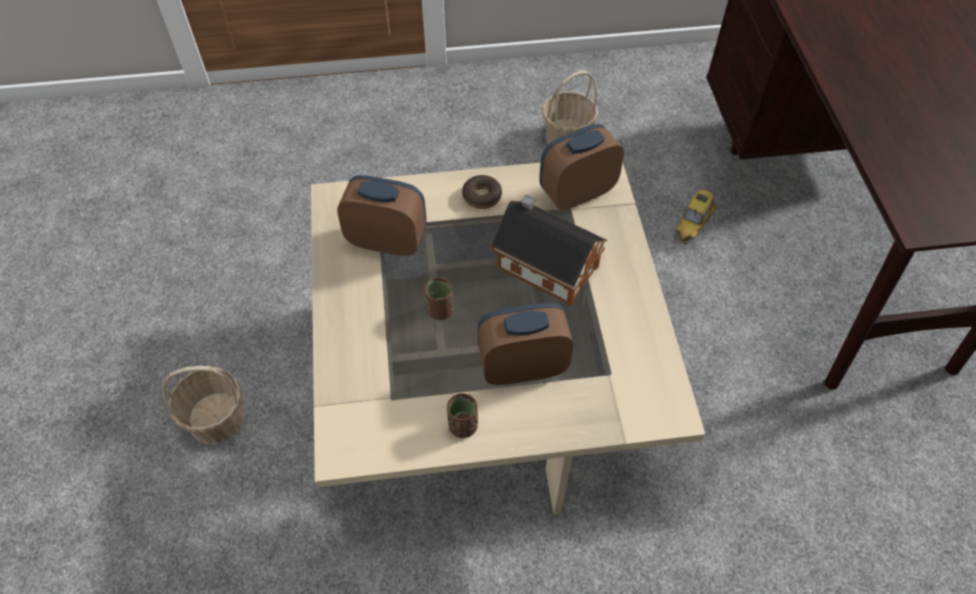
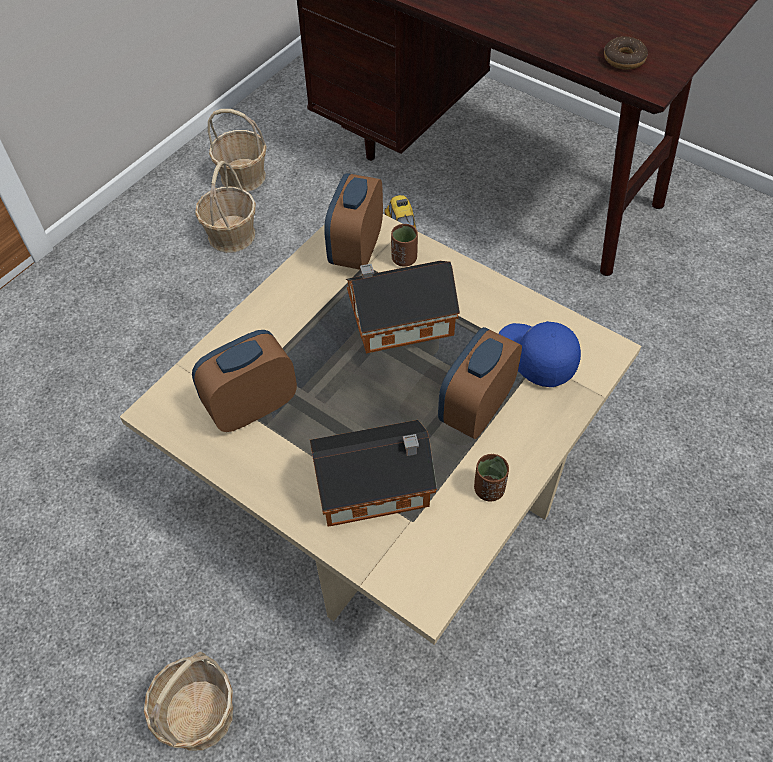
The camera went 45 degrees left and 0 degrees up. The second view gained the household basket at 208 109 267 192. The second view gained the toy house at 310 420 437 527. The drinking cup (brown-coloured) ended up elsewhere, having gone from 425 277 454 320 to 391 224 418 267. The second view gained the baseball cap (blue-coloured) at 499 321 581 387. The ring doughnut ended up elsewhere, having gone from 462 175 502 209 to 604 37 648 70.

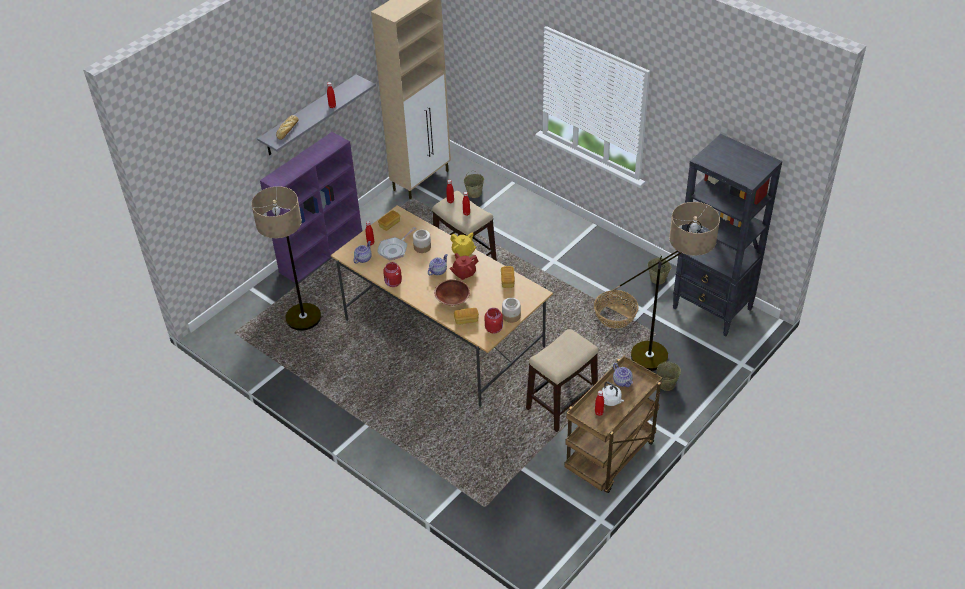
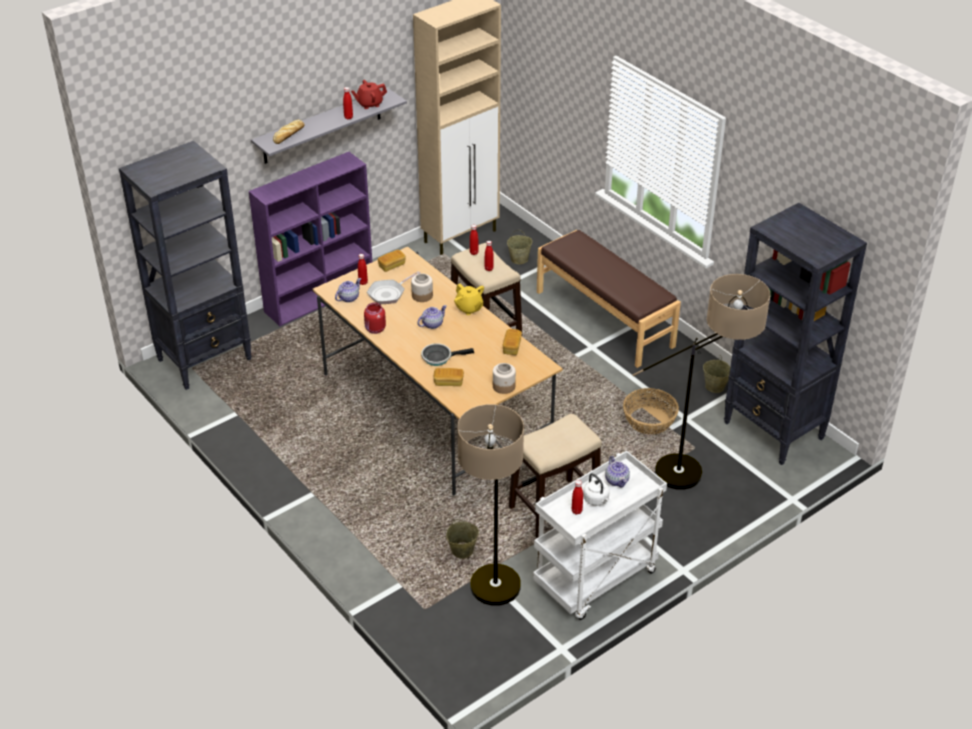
The camera went 10 degrees right and 5 degrees down. The second view gained the shelving unit (blackish) at 119 141 252 390. The pot for tea (reddish) ended up elsewhere, having gone from 449 253 478 280 to 351 80 387 109. Where the serving bowl (brown-coloured) stood at 434 279 470 306, the pan came to stand at 421 343 474 366. The pail (sand-coloured) ended up elsewhere, having gone from 657 361 681 391 to 446 519 479 558. The standard lamp ended up elsewhere, having gone from 251 186 321 331 to 457 404 524 606. What was the cart (brown-coloured) at 564 356 663 493 turned into the cart (white-coloured) at 533 451 667 620. The second view gained the long seat (brown-coloured) at 537 230 681 368. The second view lost the preserve jar (reddish) at 484 308 503 334.

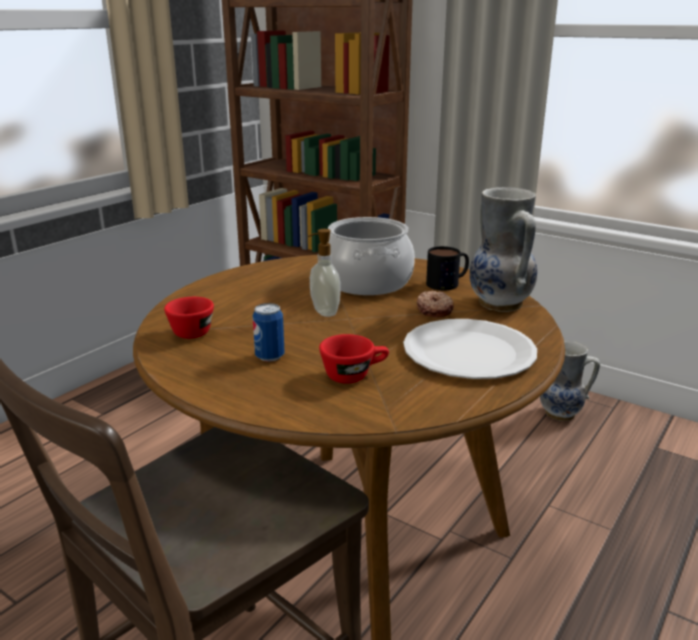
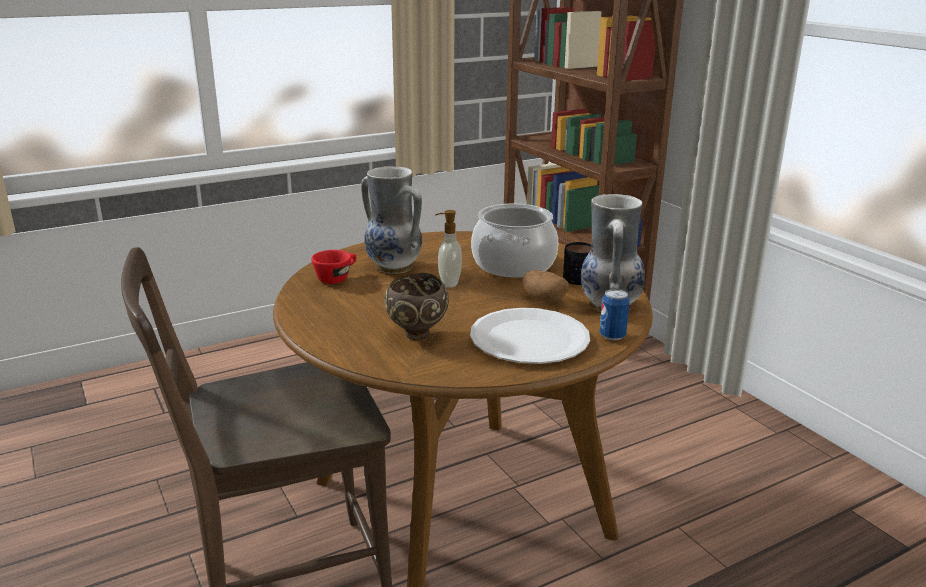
The camera went 25 degrees right and 0 degrees up. The decorative vase ended up elsewhere, having gone from 540 341 600 421 to 361 166 422 274. Where the drinking cup (reddish) stood at 319 334 389 384, the serving bowl (brown-coloured) came to stand at 385 273 449 340. Where the ring doughnut stood at 417 291 454 318, the spud came to stand at 523 270 569 302. The can ended up elsewhere, having gone from 253 303 285 362 to 600 289 630 341.

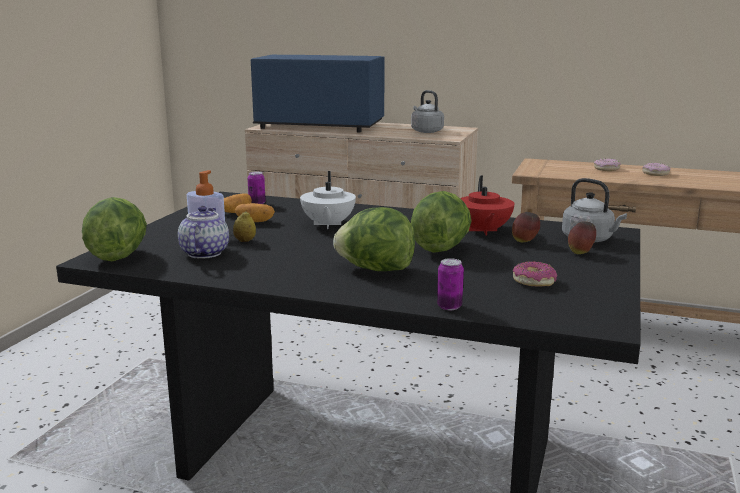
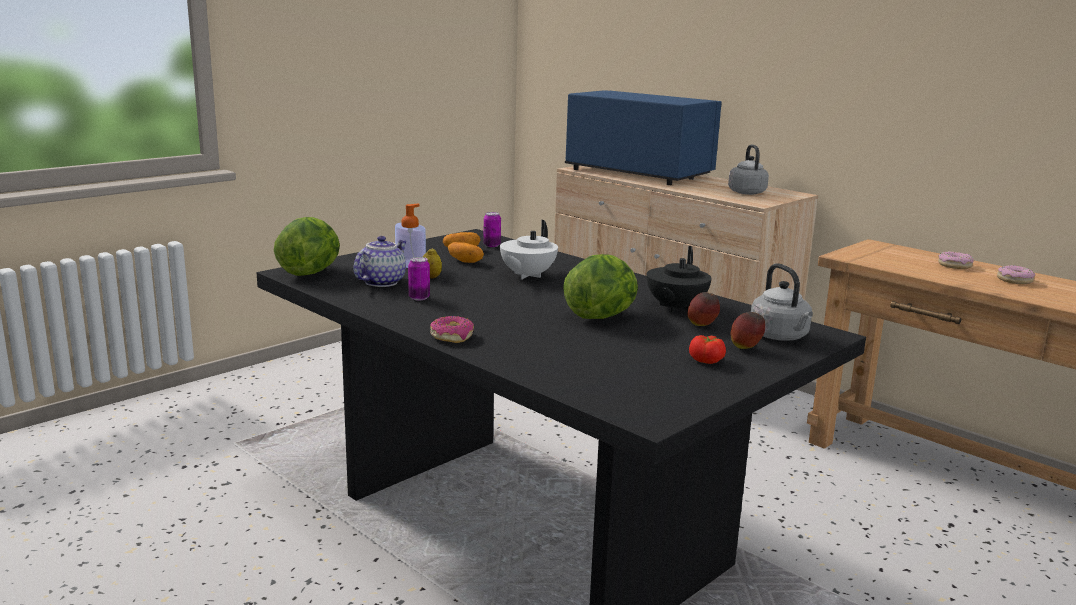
The camera went 25 degrees right and 0 degrees up. The can ended up elsewhere, having gone from 437 258 464 310 to 408 257 430 300. The ring doughnut ended up elsewhere, having gone from 513 261 557 287 to 430 316 474 343. What was the pot for tea (reddish) at 460 175 514 236 turned into the pot for tea (blackish) at 647 246 712 313. The second view gained the tomato at 689 335 726 364. The second view lost the lettuce at 333 207 415 271.

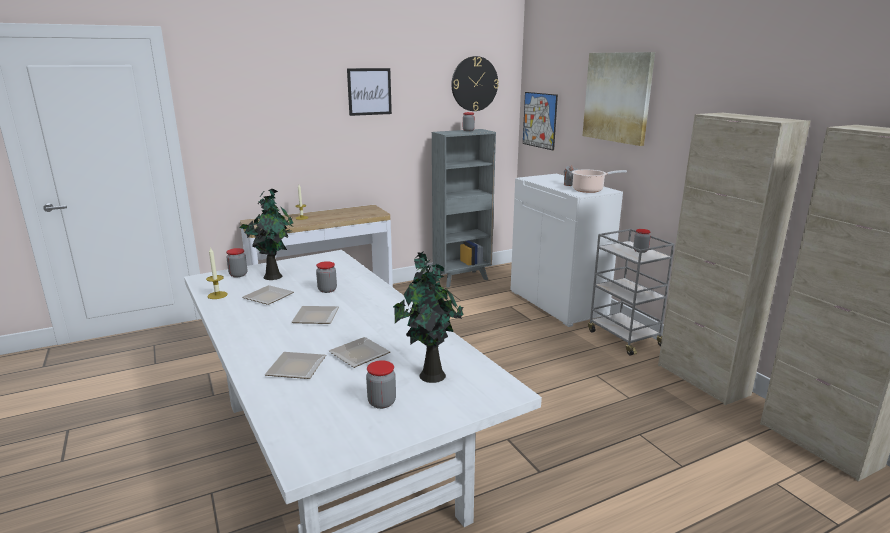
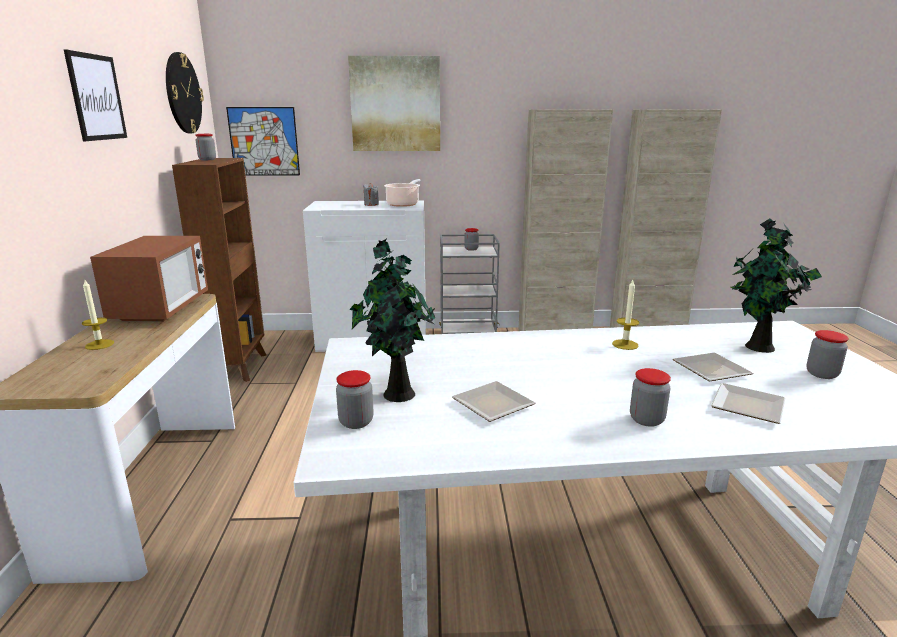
The camera went 65 degrees left and 0 degrees up. The second view gained the microwave oven at 90 236 208 322. What was the shelving unit (greyish) at 432 129 496 288 turned into the shelving unit (brown-coloured) at 172 158 266 382. The wax candle ended up elsewhere, having gone from 206 247 228 299 to 612 280 639 350. The preserve jar ended up elsewhere, having gone from 316 261 337 293 to 630 368 671 427. The second view lost the flat dish at 291 306 339 324.

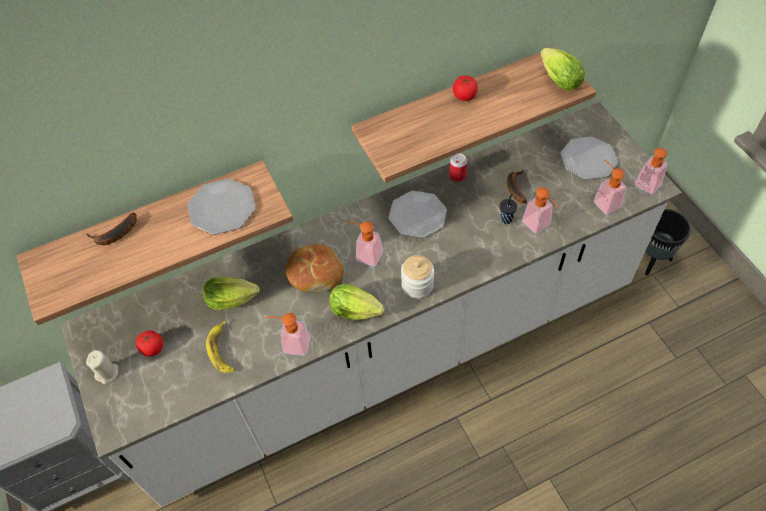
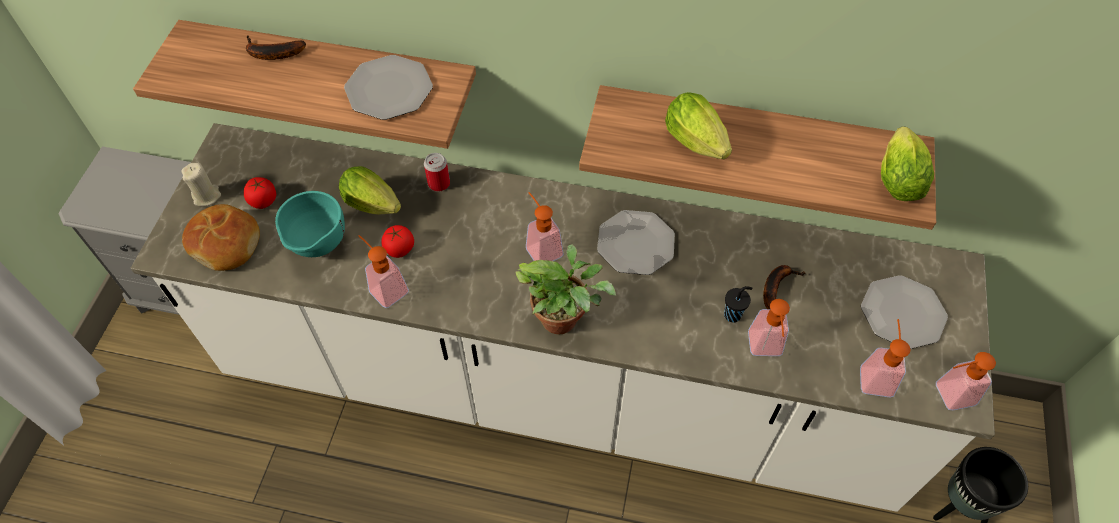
The camera went 35 degrees right and 0 degrees up. The bread ended up elsewhere, having gone from 286 244 344 292 to 182 204 260 271. Where the whole banana stood at 206 321 235 373, the serving bowl (blue-green) came to stand at 275 191 345 257. The tomato ended up elsewhere, having gone from 453 75 478 101 to 381 225 414 258. The can ended up elsewhere, having gone from 449 153 467 182 to 424 153 450 191. Where the preserve jar stood at 401 255 434 299, the potted plant came to stand at 515 244 616 334. The lettuce ended up elsewhere, having gone from 329 284 385 320 to 665 92 732 160.

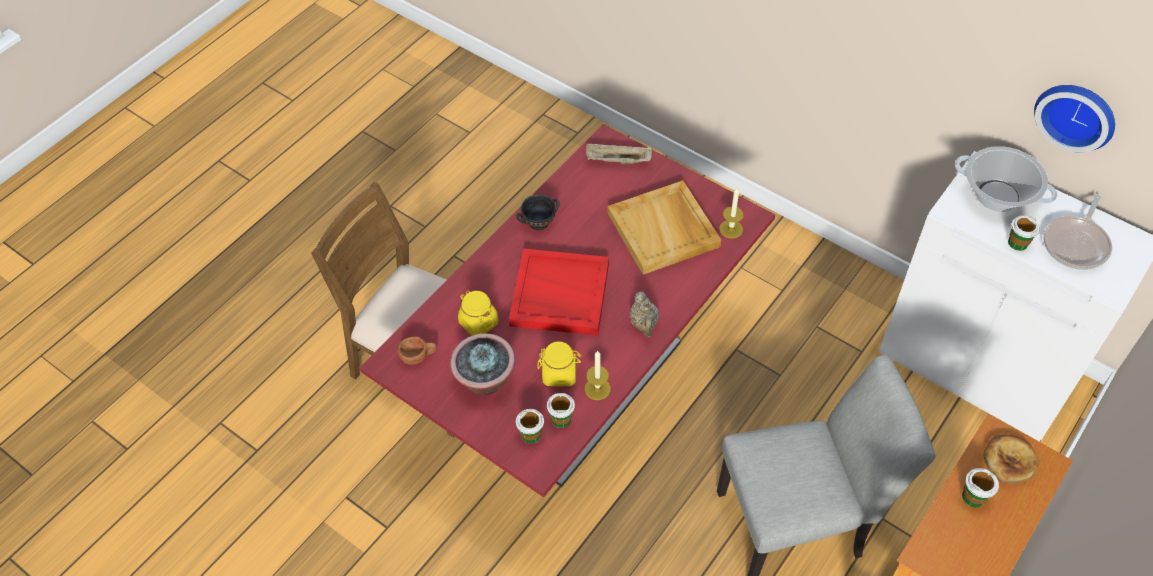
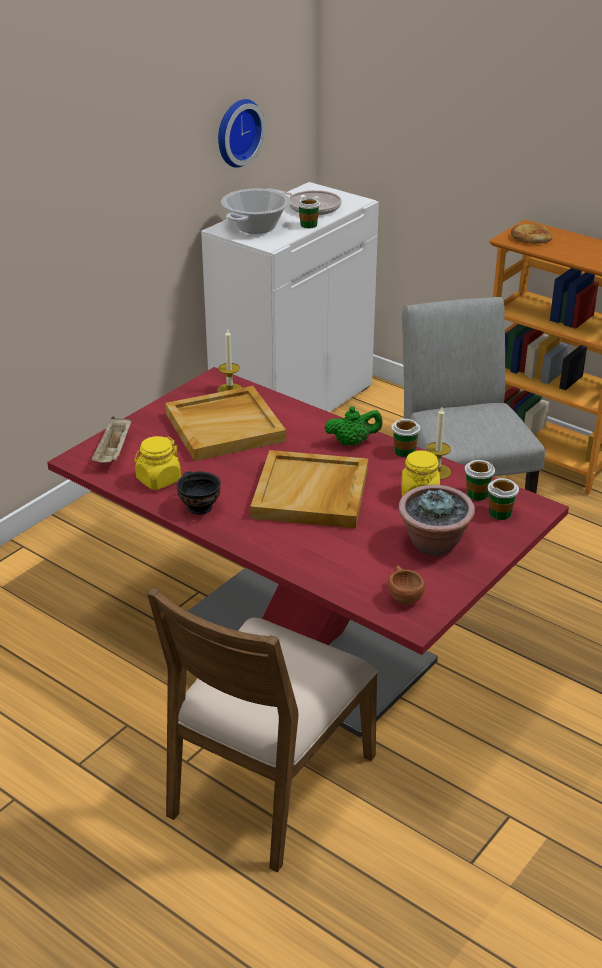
The camera went 90 degrees left and 20 degrees down. The preserve jar (yellow-coloured) ended up elsewhere, having gone from 458 291 498 335 to 134 436 181 490. What was the tray (reddish) at 509 249 609 336 turned into the tray (sand-coloured) at 250 450 368 529. What was the pot for tea (sand-coloured) at 630 291 660 338 turned into the pot for tea (greenish) at 324 406 382 445. The drinking cup ended up elsewhere, having gone from 962 468 999 507 to 391 419 420 457.

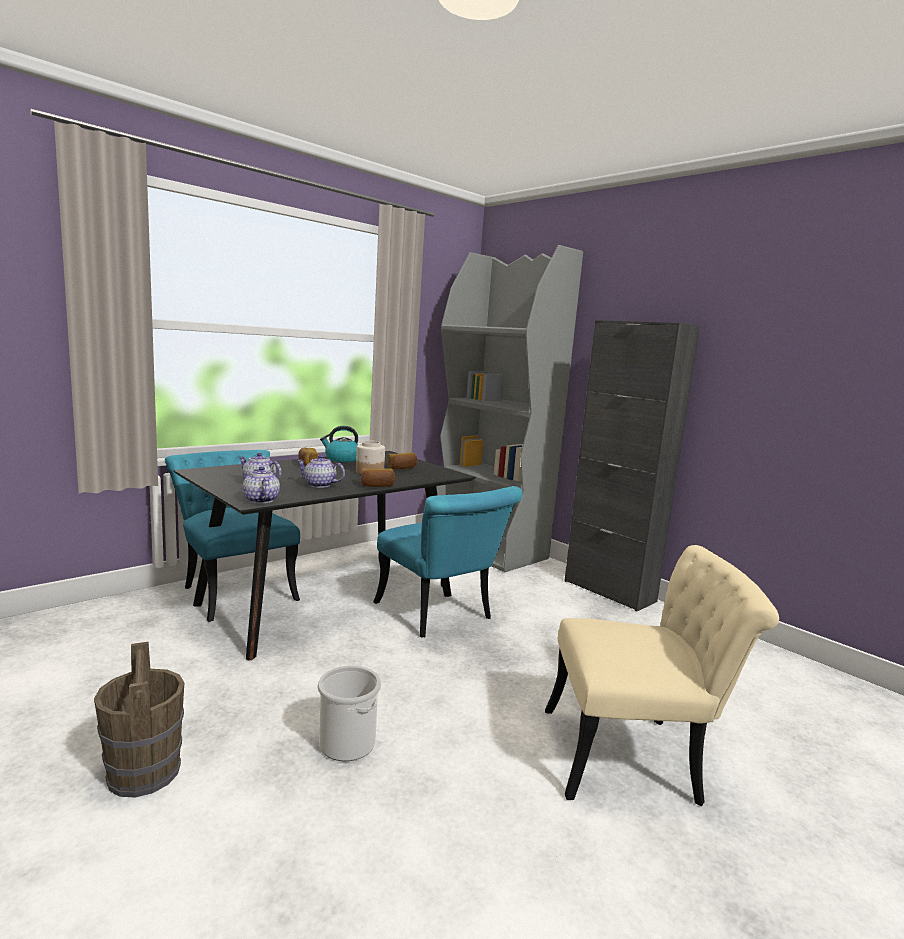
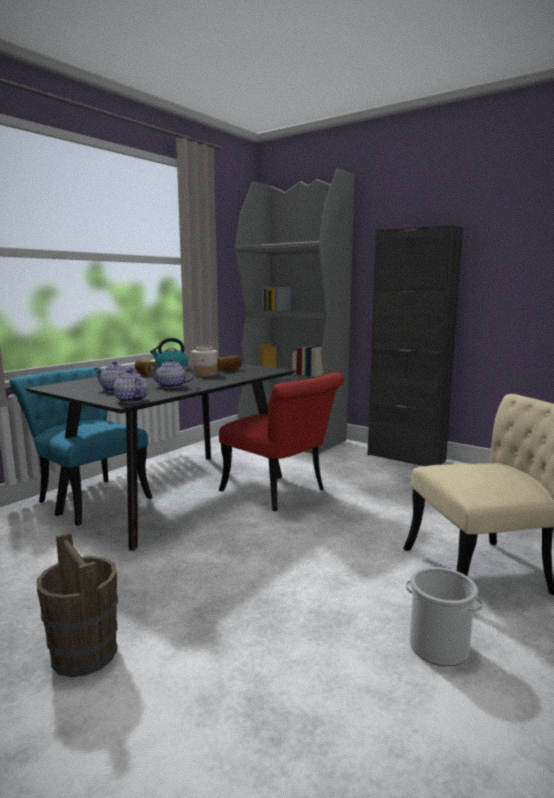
The camera went 10 degrees left and 0 degrees up. What was the plain chair (blue-green) at 373 486 523 637 turned into the plain chair (reddish) at 219 372 344 511. The pail ended up elsewhere, having gone from 318 665 381 761 to 406 567 482 666. The second view lost the bread at 361 468 395 487.

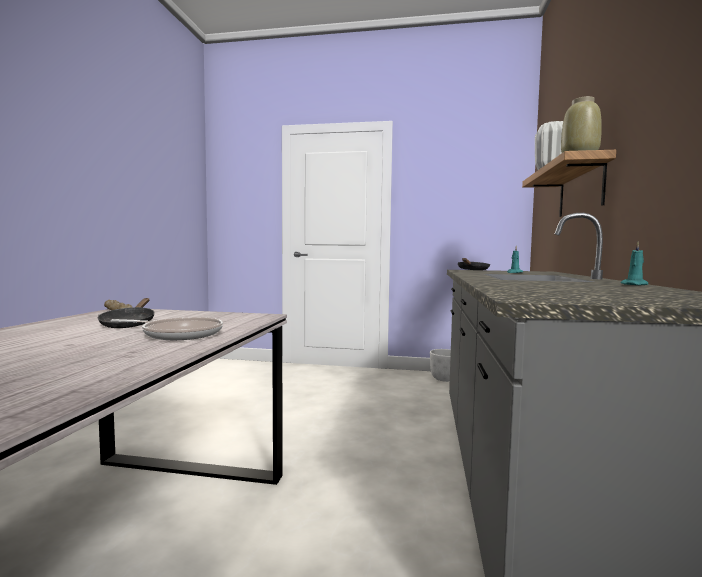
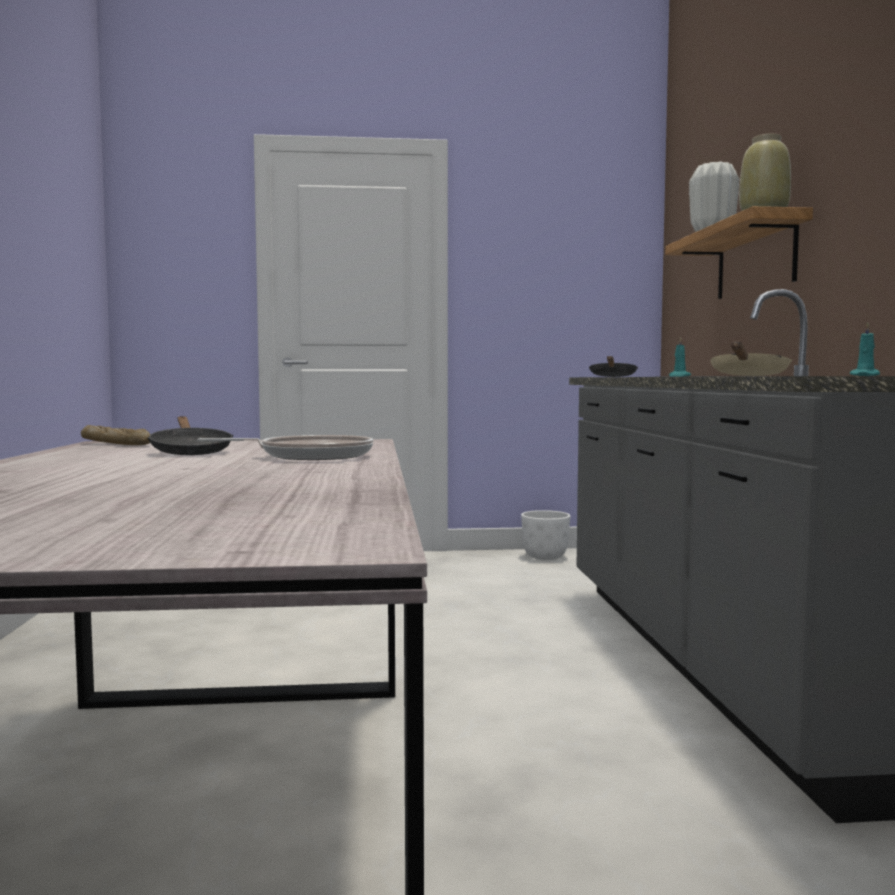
The camera went 15 degrees left and 0 degrees up. The second view gained the pan (sand-coloured) at 710 341 792 376.

